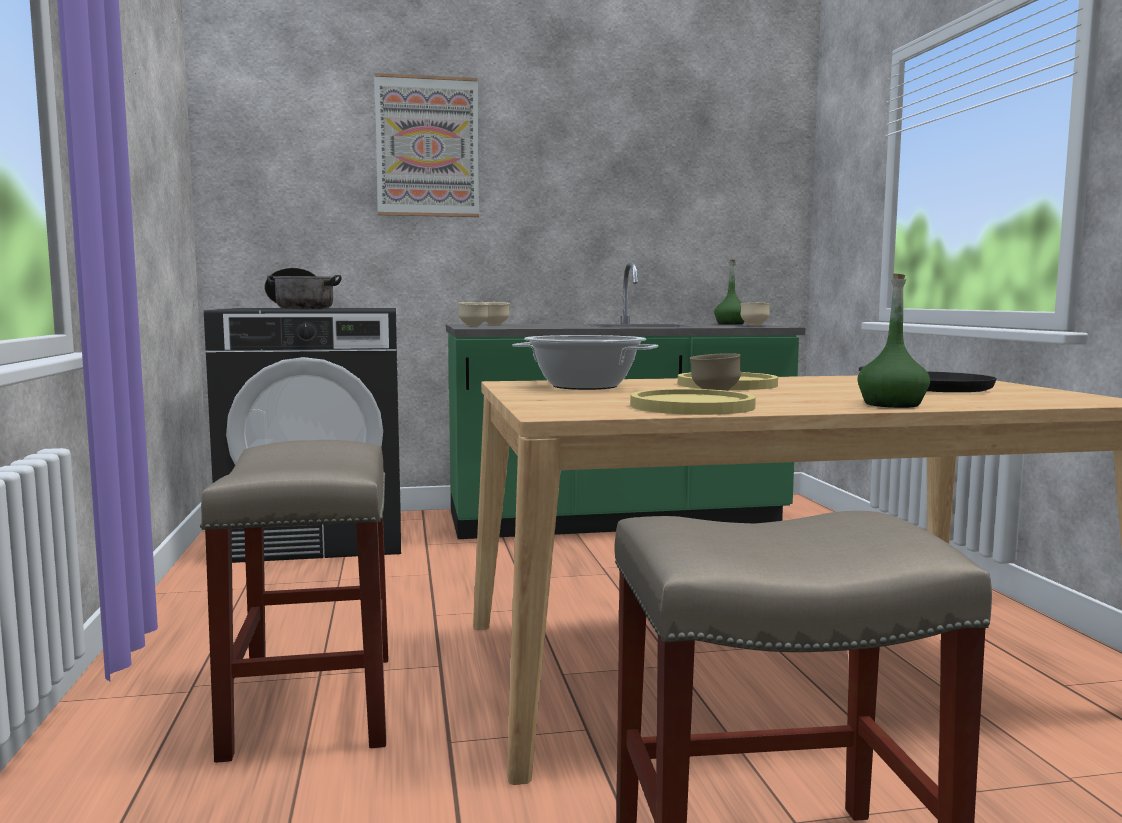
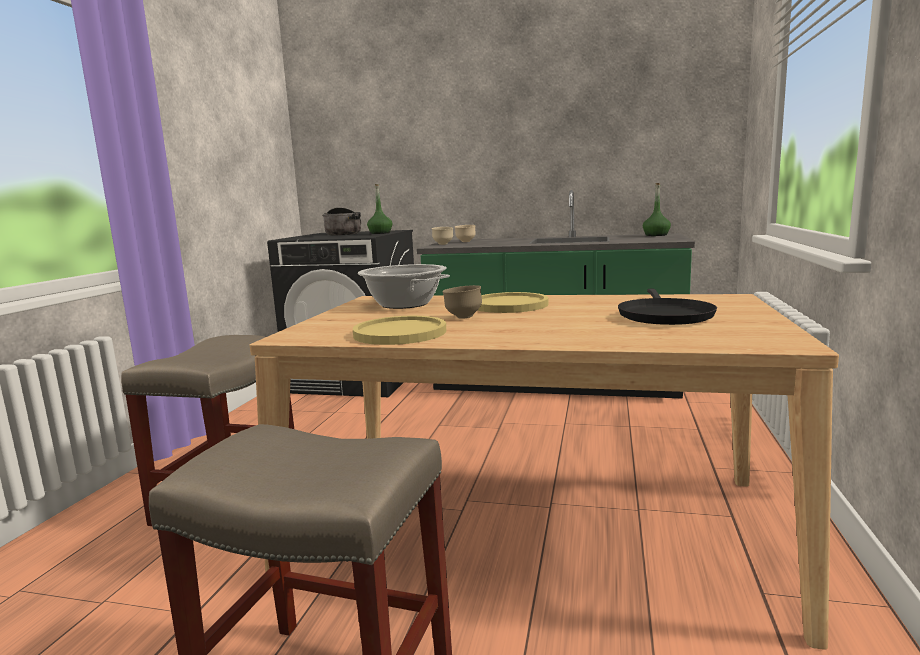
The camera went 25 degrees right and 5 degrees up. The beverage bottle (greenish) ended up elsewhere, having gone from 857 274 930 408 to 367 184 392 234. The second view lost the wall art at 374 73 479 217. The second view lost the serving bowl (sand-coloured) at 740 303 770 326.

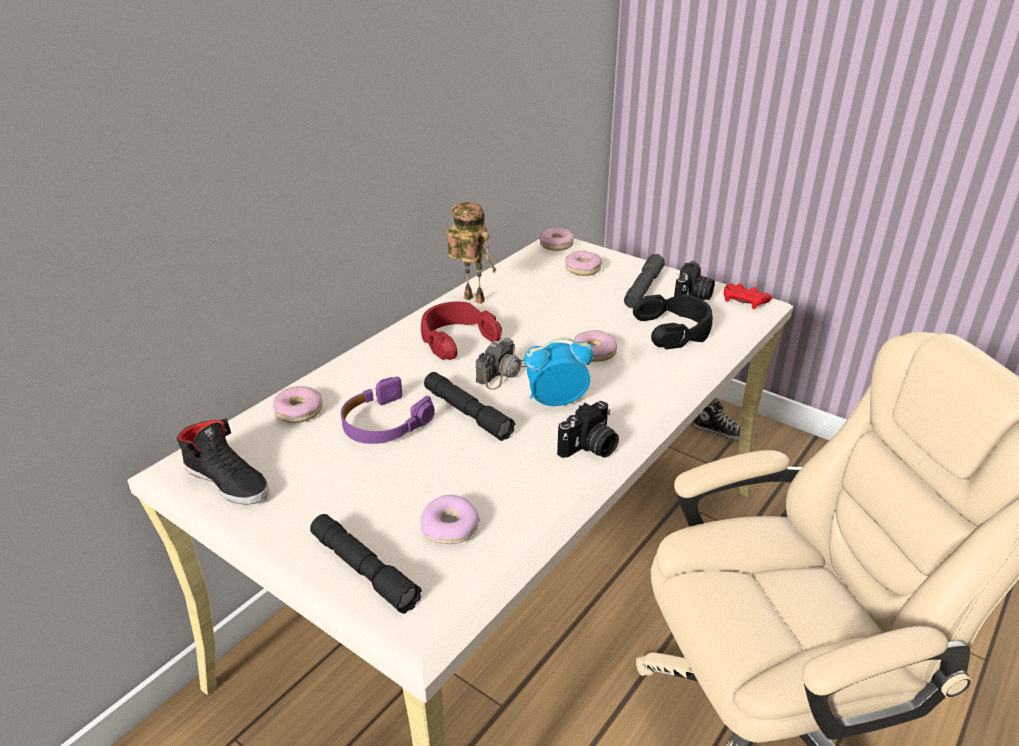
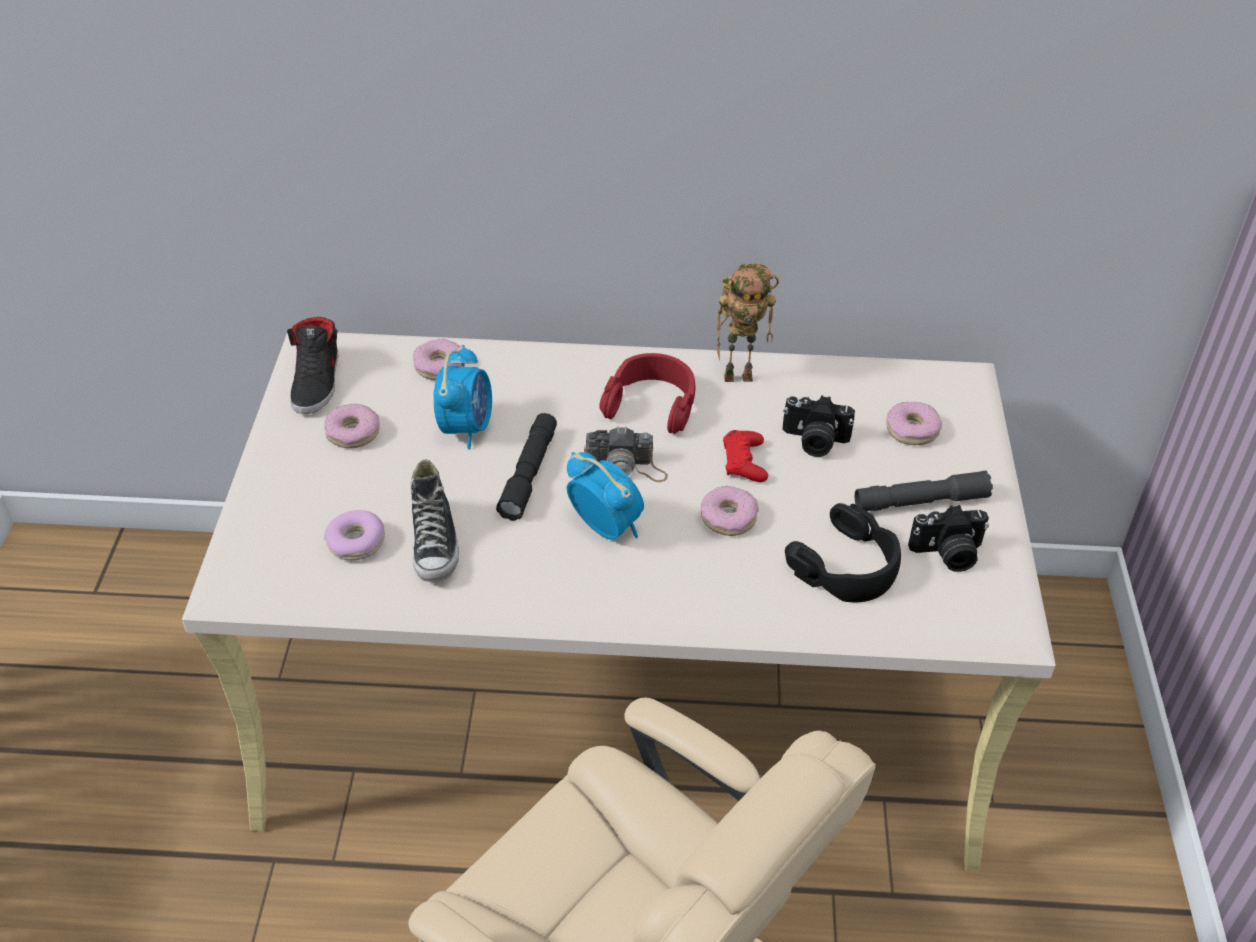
The camera went 55 degrees right and 10 degrees up. The ring doughnut ended up elsewhere, having gone from 539 228 574 251 to 324 404 380 448. The low shoe ended up elsewhere, having gone from 692 398 757 442 to 411 460 459 582. Where the headphones (purple) stood at 341 377 435 444, the bedside clock came to stand at 434 345 492 450. The robot figure at 447 202 496 304 ended up facing another way, 90 degrees clockwise from before. The joypad (reddish) ended up elsewhere, having gone from 724 283 772 309 to 723 430 768 482. The still camera ended up elsewhere, having gone from 557 401 619 458 to 783 395 855 457. The second view lost the torch (blackish) at 310 514 422 614.

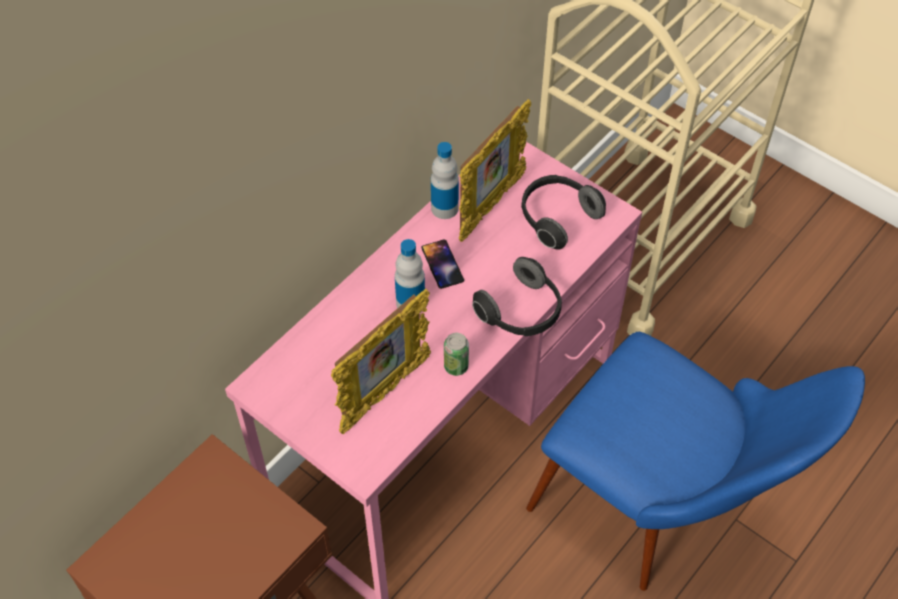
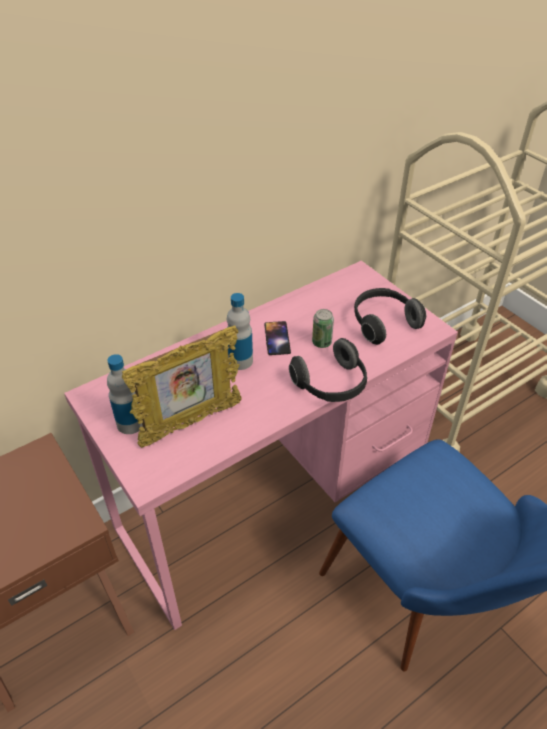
The camera went 15 degrees right and 10 degrees down. The beverage bottle ended up elsewhere, having gone from 431 142 459 219 to 107 354 143 434. The can ended up elsewhere, having gone from 444 333 469 376 to 312 309 334 348. The second view lost the picture frame at 459 99 531 242.

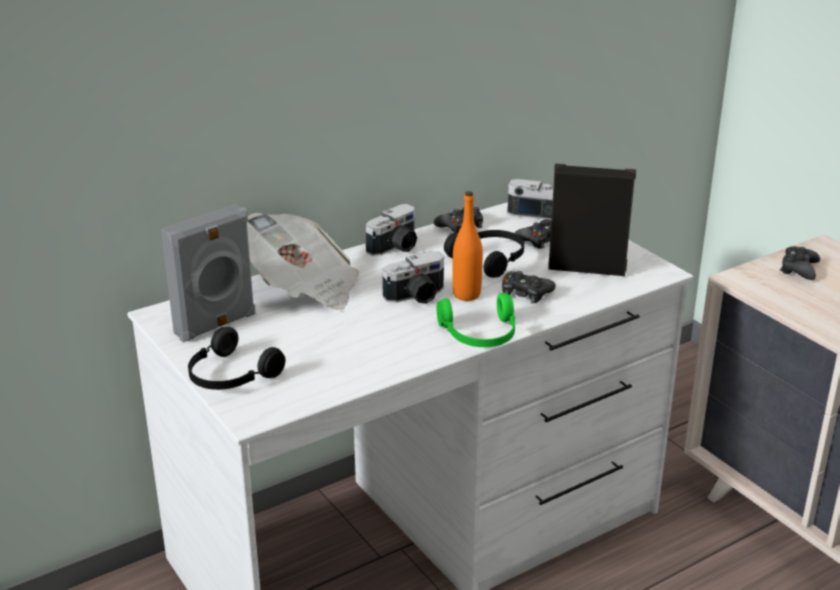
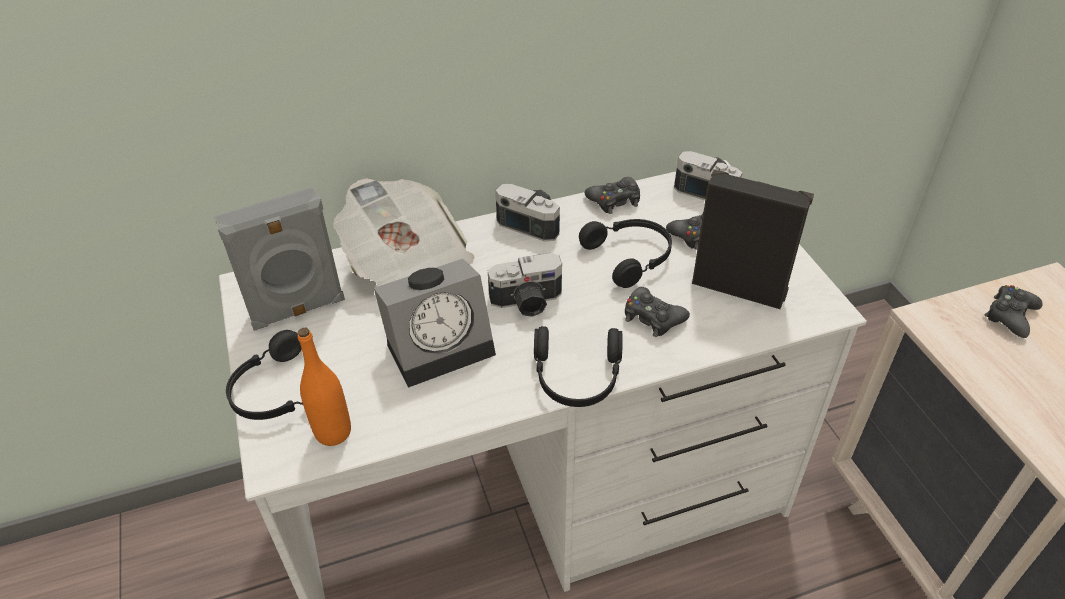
The camera went 15 degrees right and 15 degrees up. The beverage bottle (orange-coloured) ended up elsewhere, having gone from 452 191 483 301 to 298 327 351 446. The second view gained the bedside clock at 374 259 496 388. The still camera at 366 204 417 256 ended up facing another way, 120 degrees counterclockwise from before. What was the headphones (greenish) at 437 293 515 347 turned into the headphones (blackish) at 534 326 623 407.

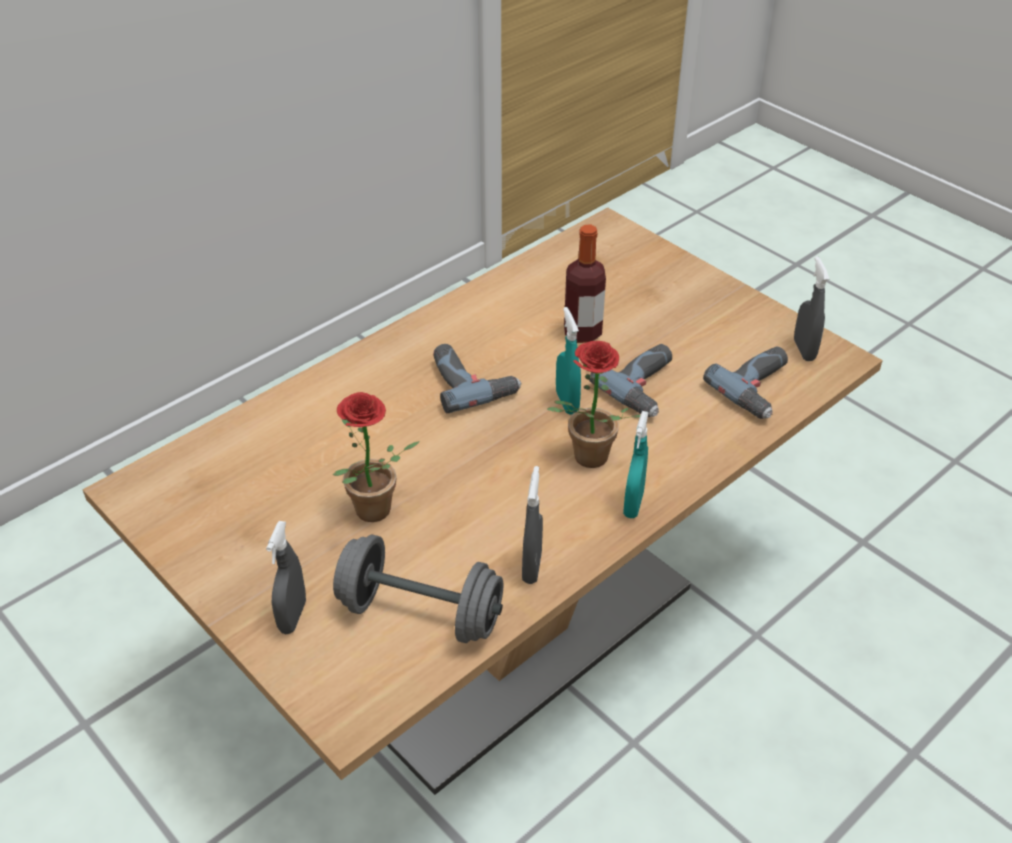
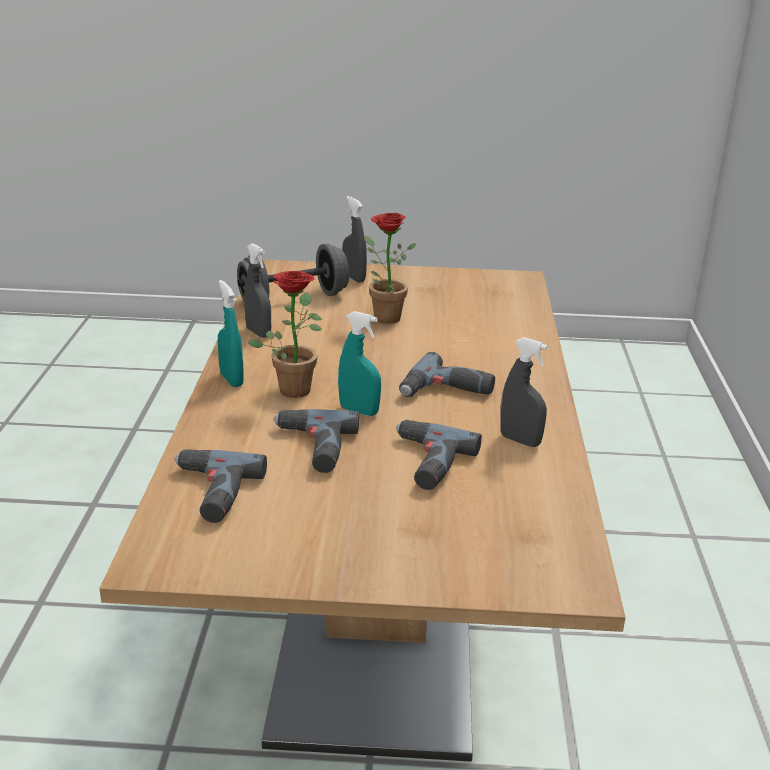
The camera went 135 degrees right and 15 degrees down. Where the beverage bottle stood at 564 225 606 343, the drill came to stand at 396 420 482 490. The hand sprayer (greyish) ended up elsewhere, having gone from 794 256 829 361 to 500 337 549 447.

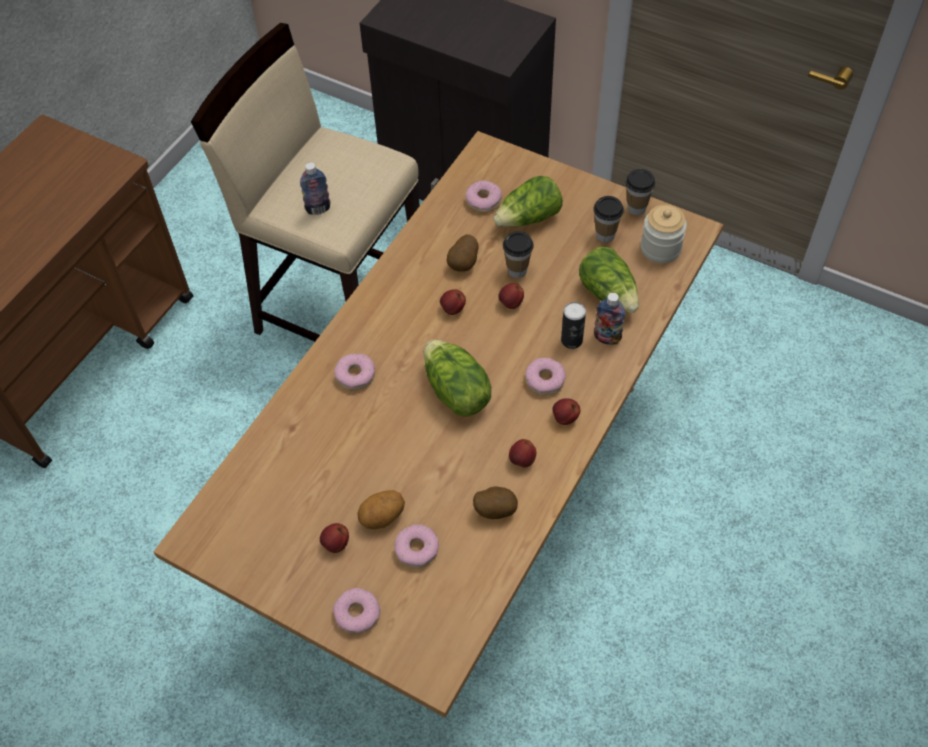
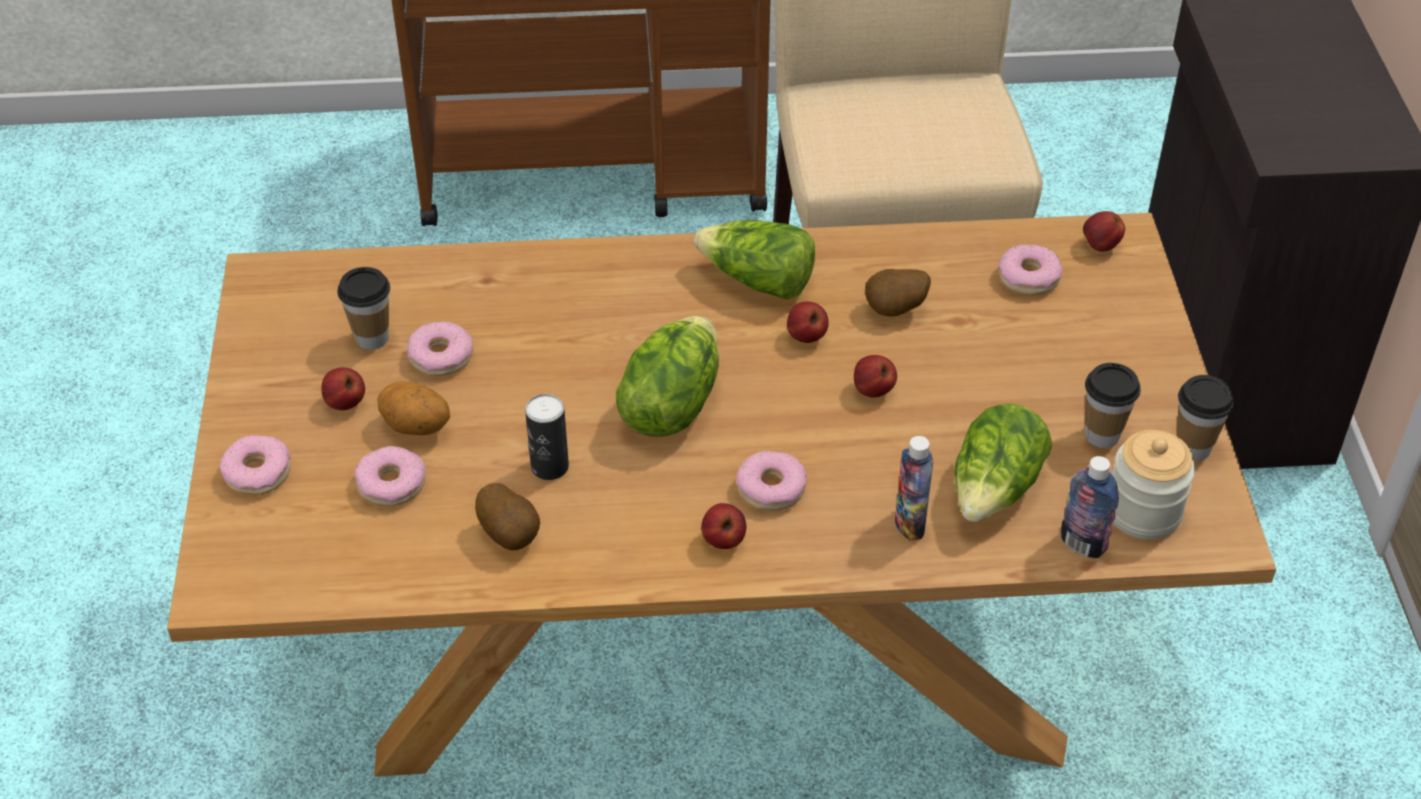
The camera went 55 degrees right and 10 degrees down. The drinking cup ended up elsewhere, having gone from 503 231 534 278 to 337 267 390 350. The ring doughnut ended up elsewhere, having gone from 334 353 375 390 to 407 321 473 376. The can ended up elsewhere, having gone from 561 302 586 349 to 525 394 569 480. The lettuce ended up elsewhere, having gone from 494 176 563 227 to 694 220 815 299. The beverage bottle ended up elsewhere, having gone from 300 162 331 215 to 1061 456 1119 558. The apple fruit ended up elsewhere, having gone from 509 439 536 467 to 1083 211 1125 252.

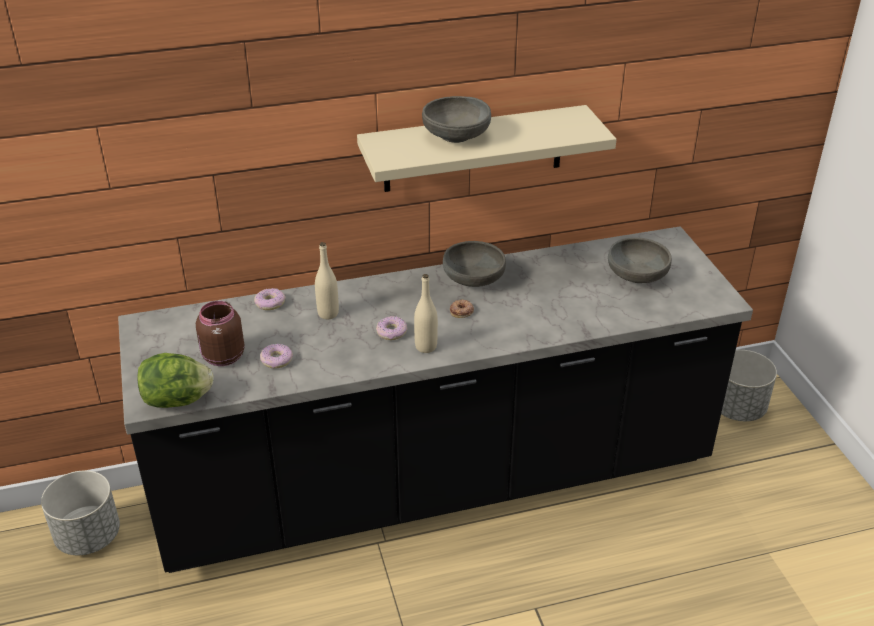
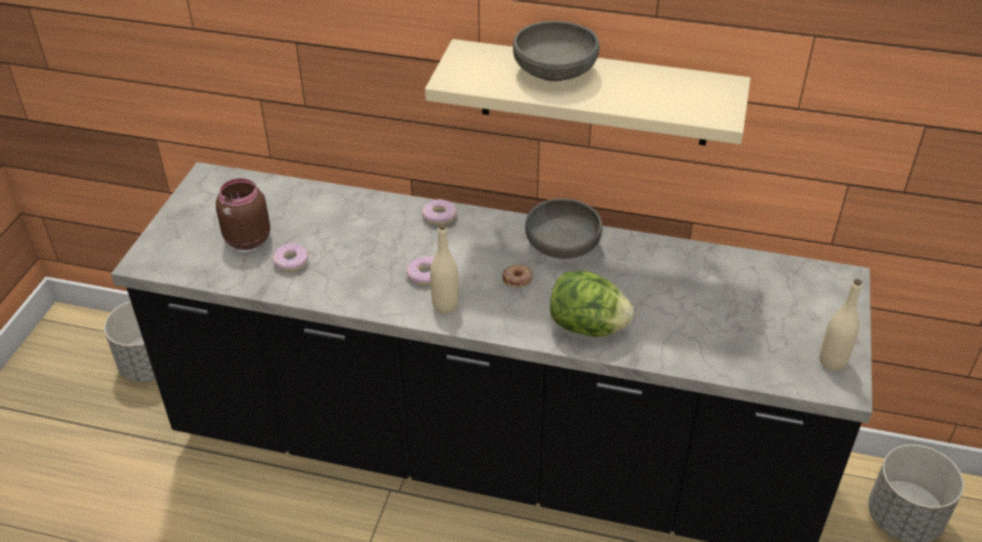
The camera went 30 degrees right and 5 degrees up. The ring doughnut ended up elsewhere, having gone from 254 288 286 310 to 422 199 457 225. The lettuce ended up elsewhere, having gone from 137 353 213 408 to 550 271 634 337. The beverage bottle (sand-coloured) ended up elsewhere, having gone from 315 242 339 319 to 820 279 862 371. The second view lost the serving bowl (greyish) at 608 237 672 283.

